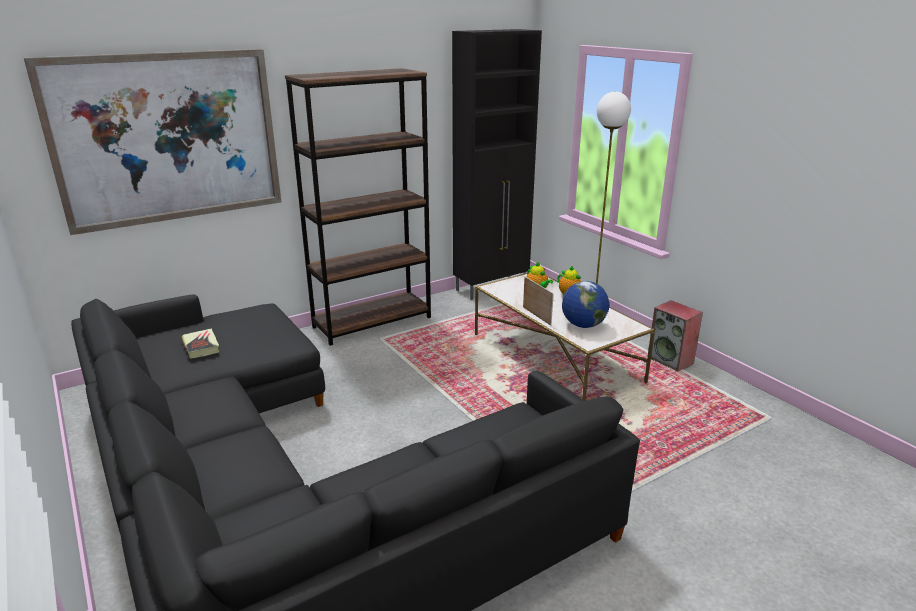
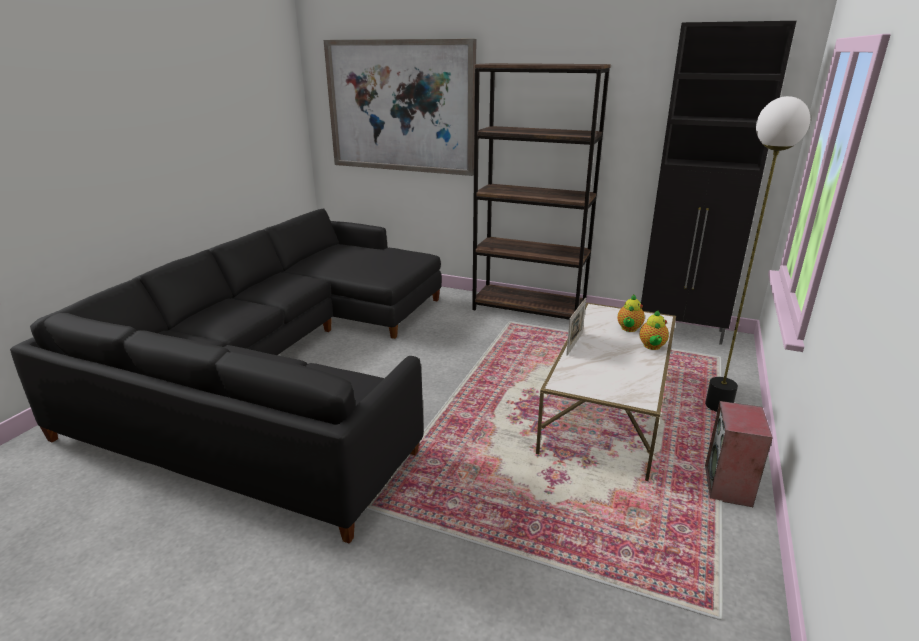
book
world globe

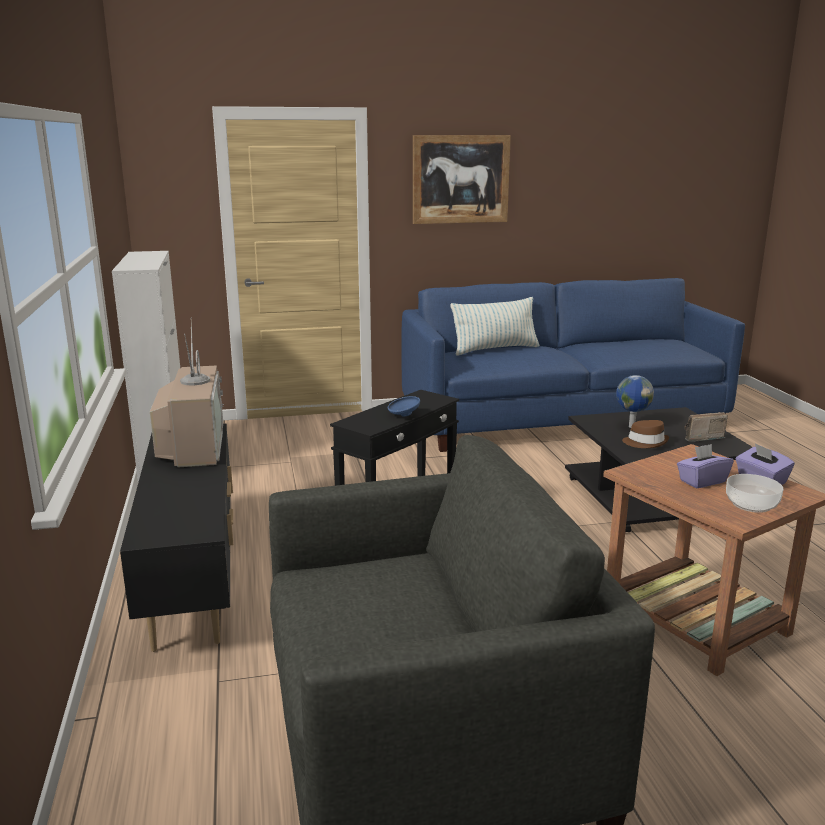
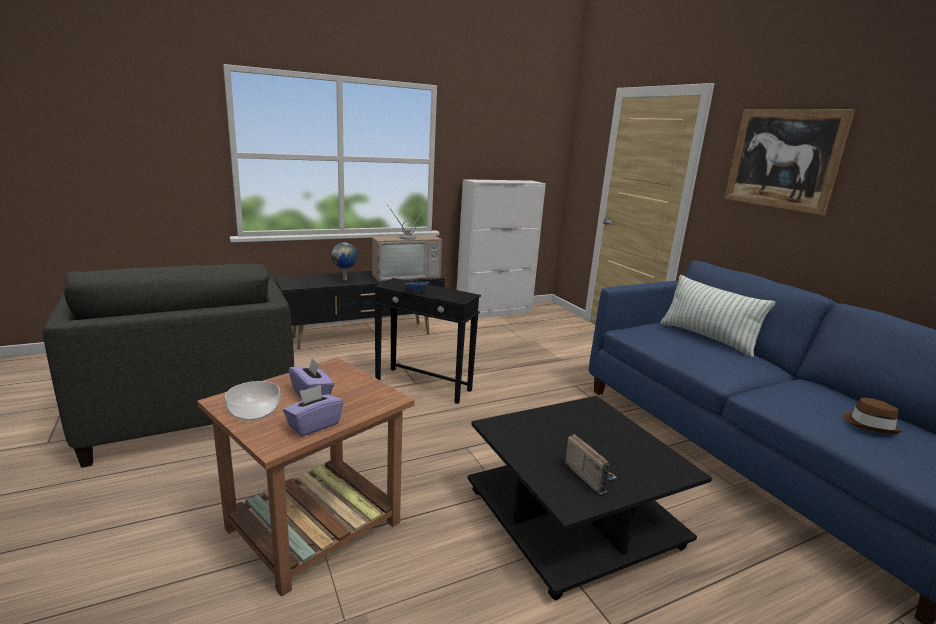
world globe
clothing hat in brownish

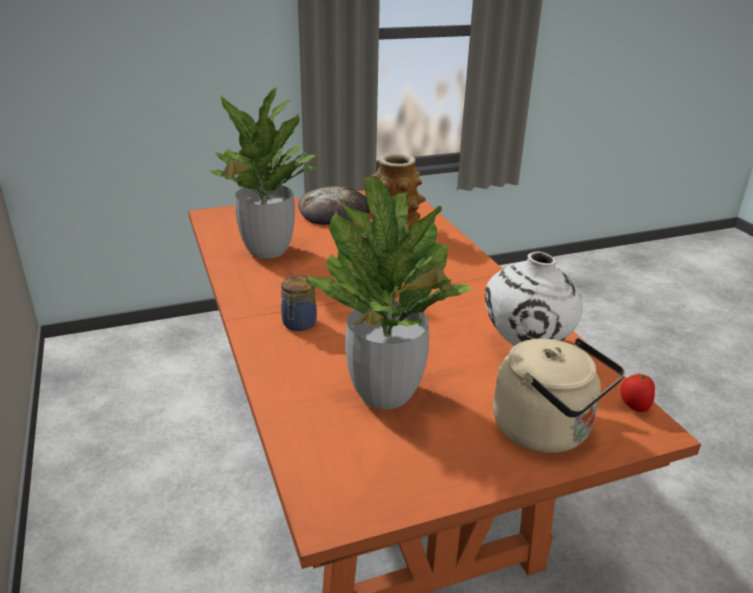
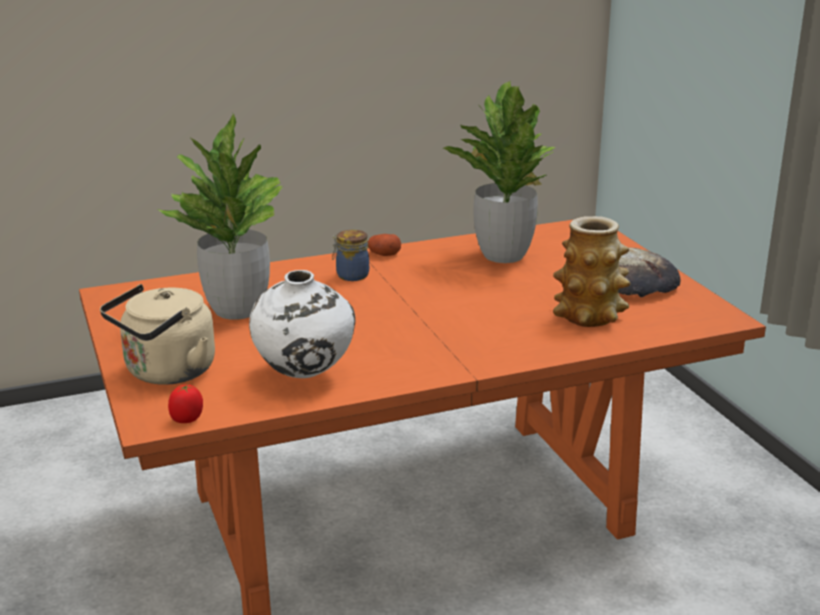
spud

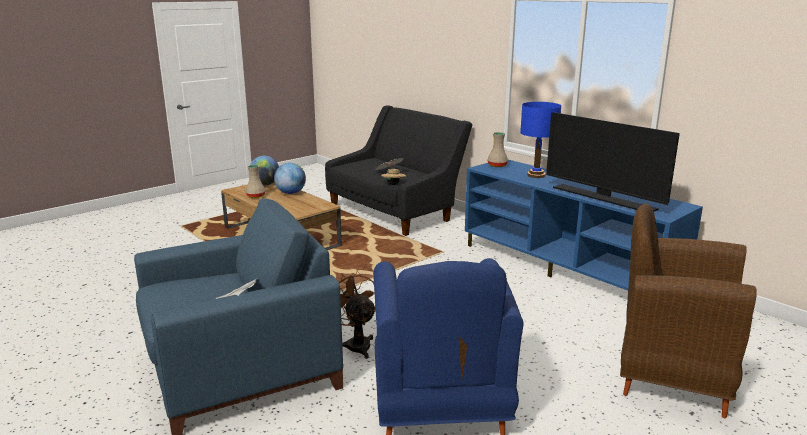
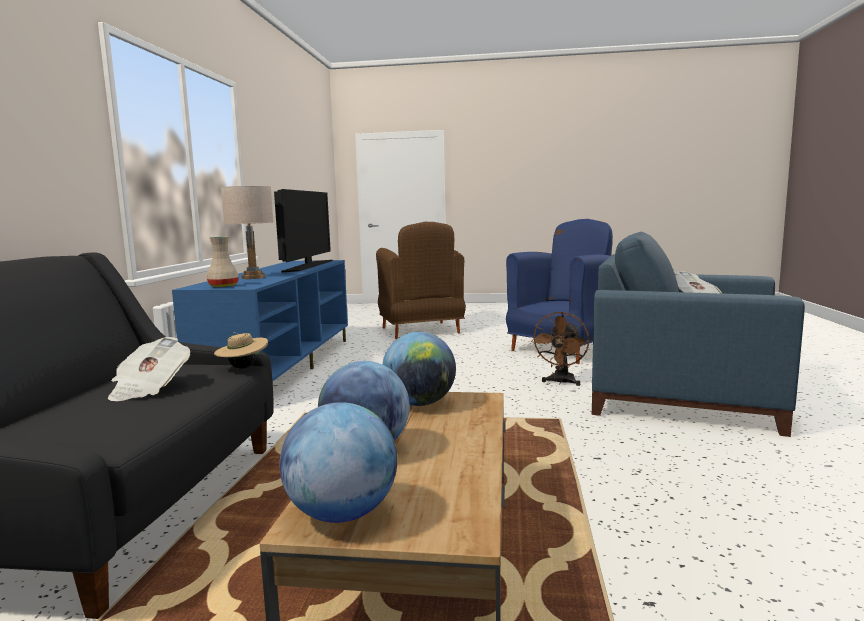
decorative vase in beige-coloured (1st from left in the first image)
world globe (3rd from left)
table lamp in beige-coloured

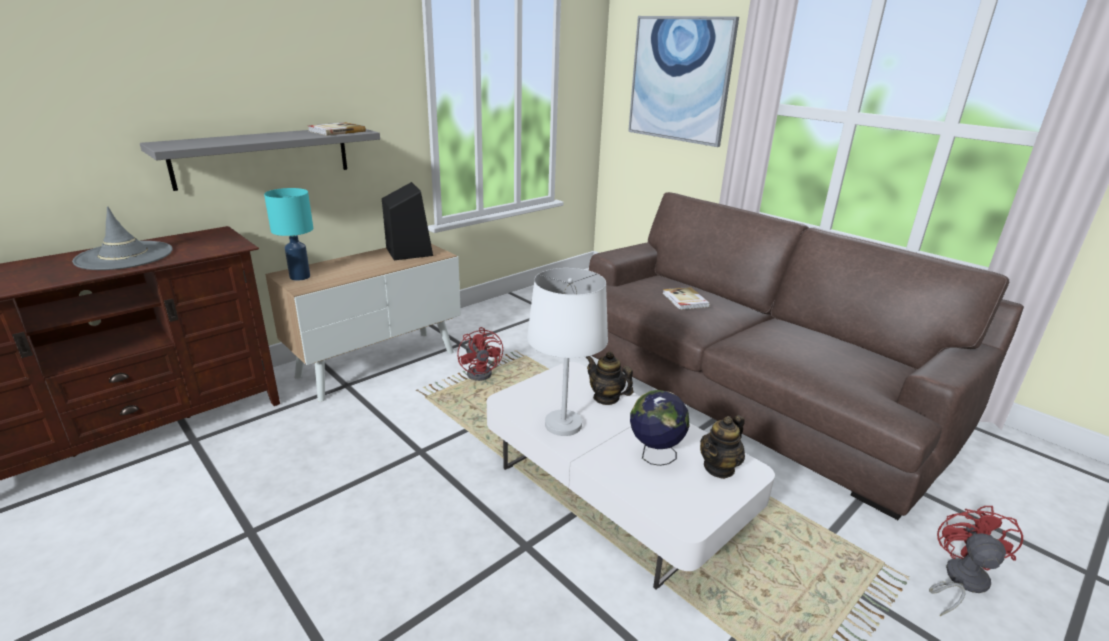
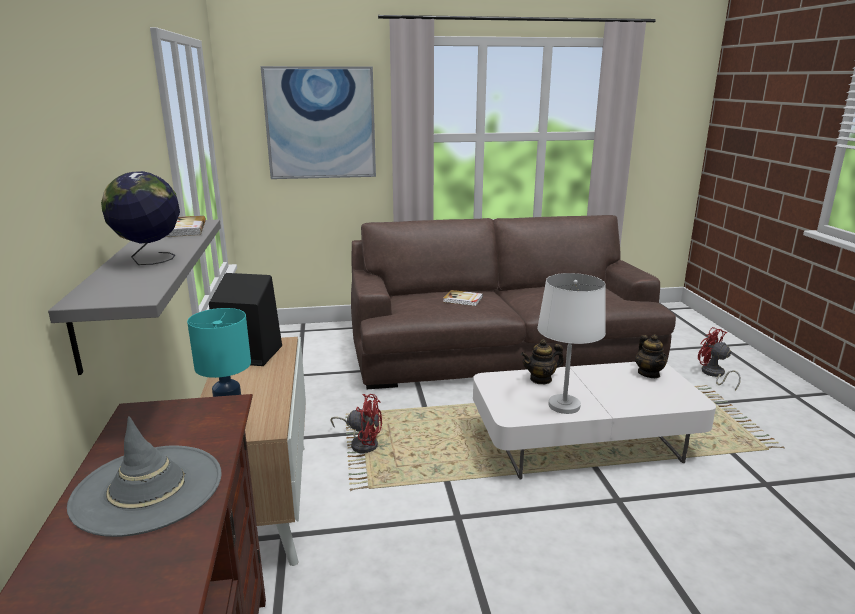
world globe

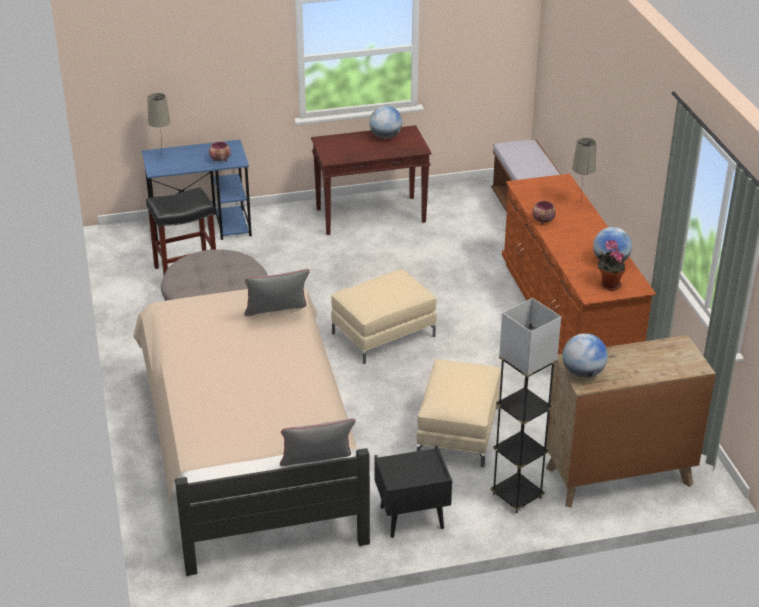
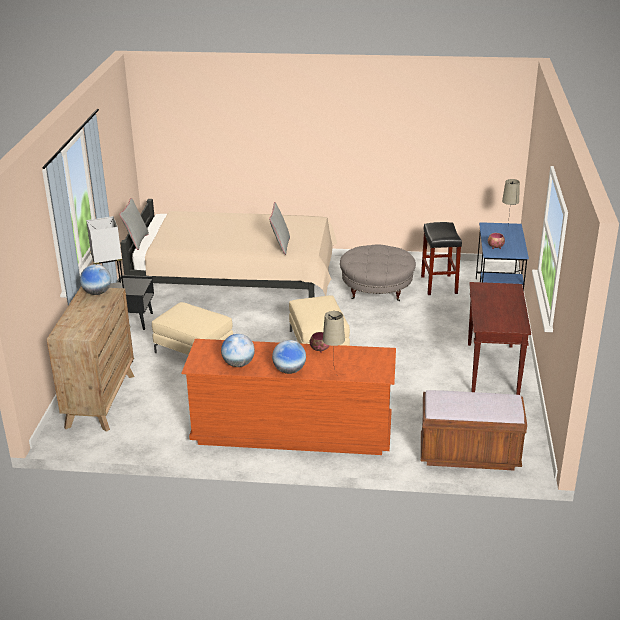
potted plant
world globe (3rd from left)

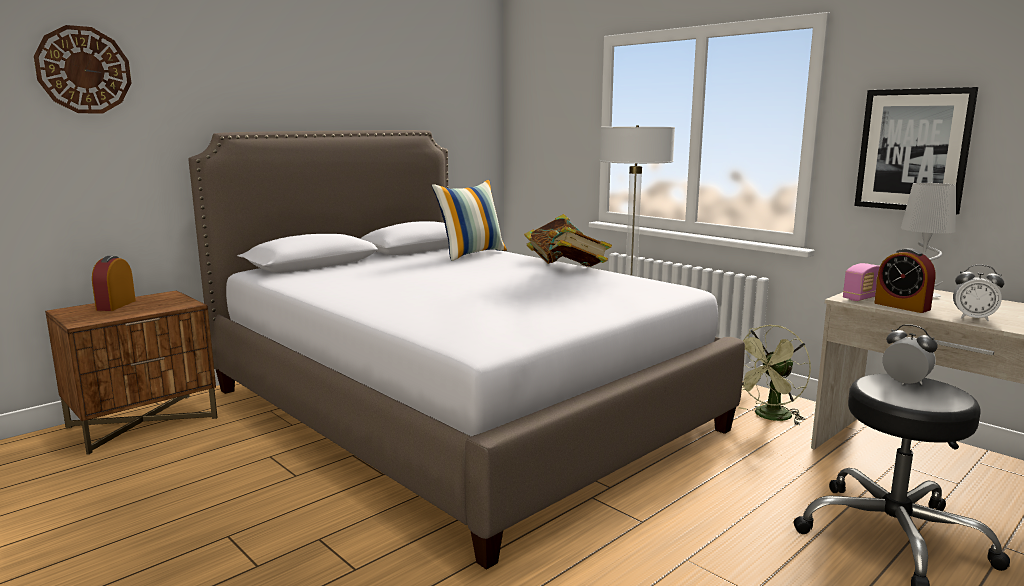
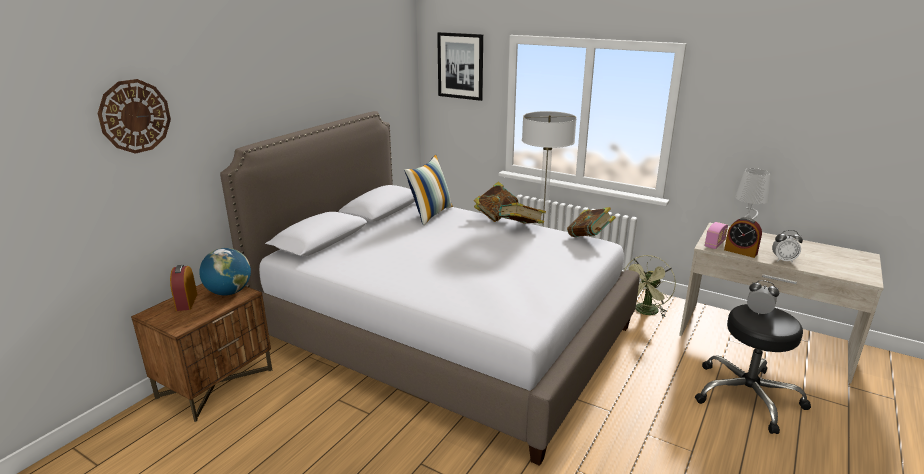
world globe
book (3rd from left)
wall picture

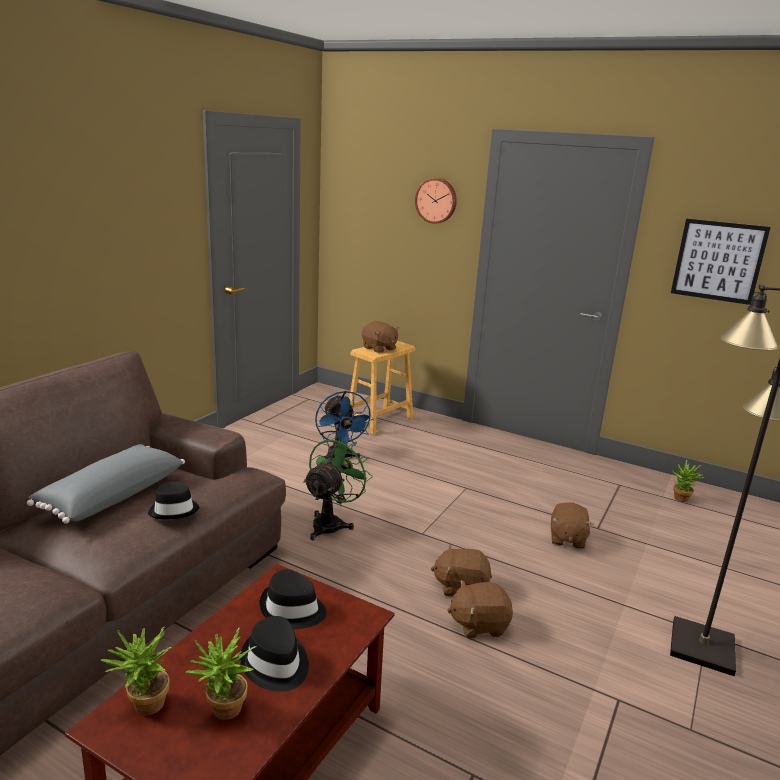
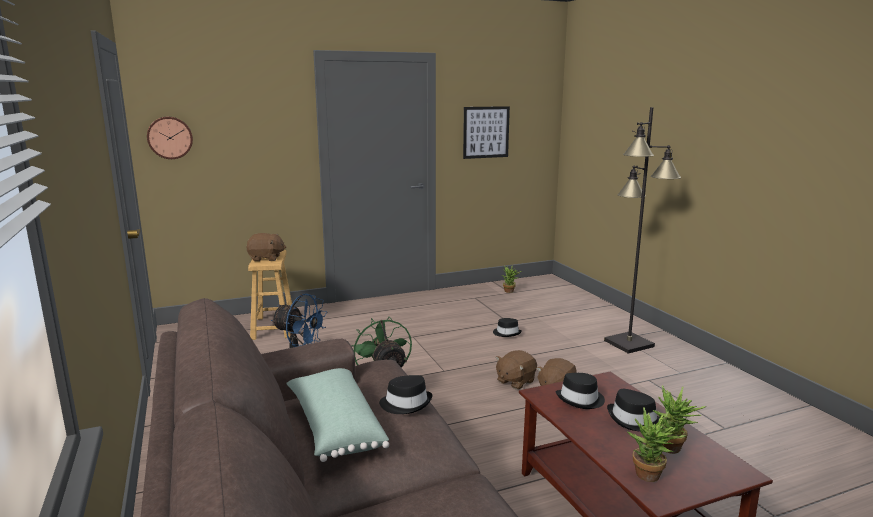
hanging clock
clothing hat in blackish (2nd from left)
cushion in greenish

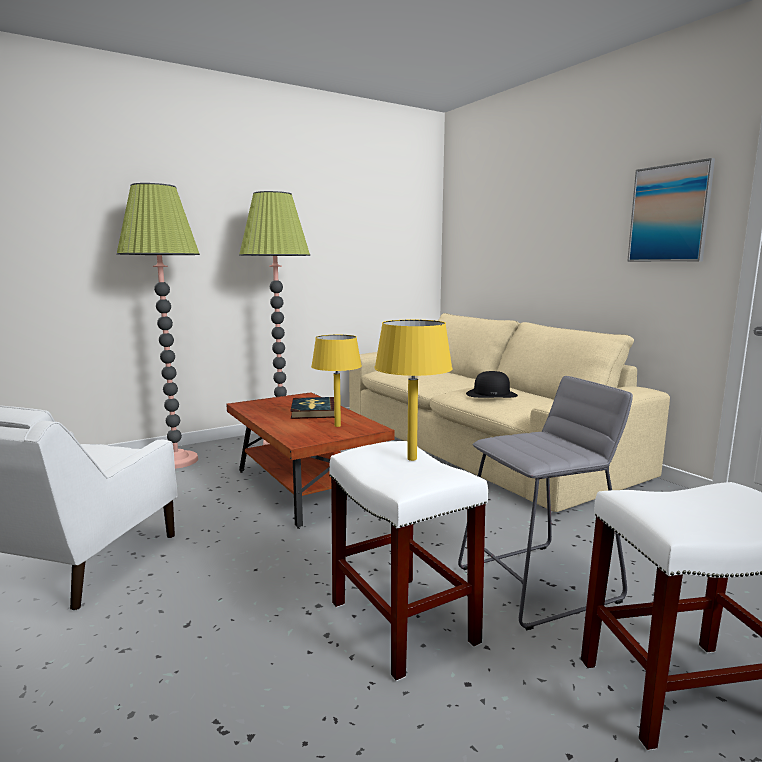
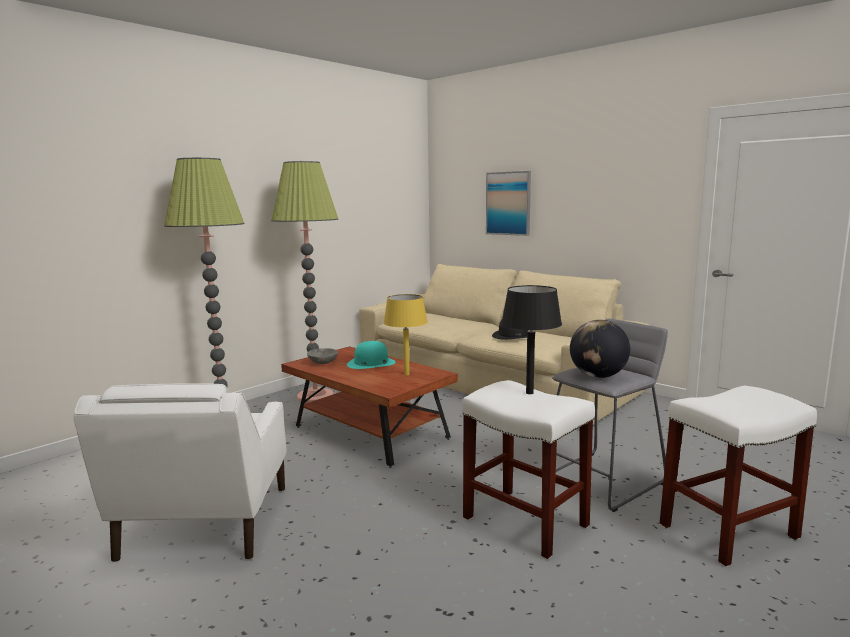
serving bowl in grey
world globe
wall picture
clothing hat in turquoise-coloured
table lamp in blackish

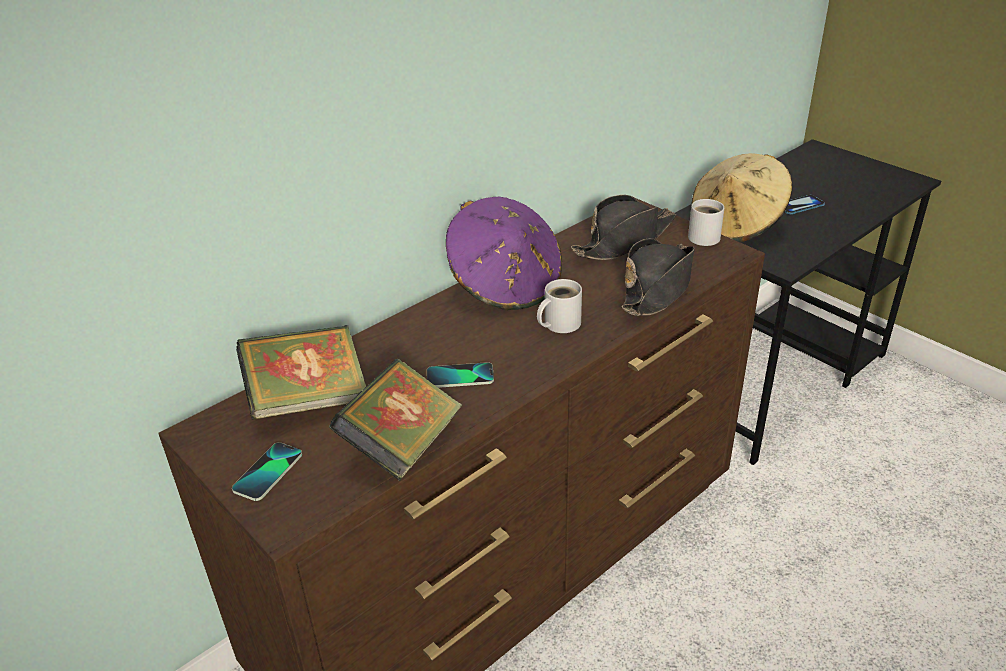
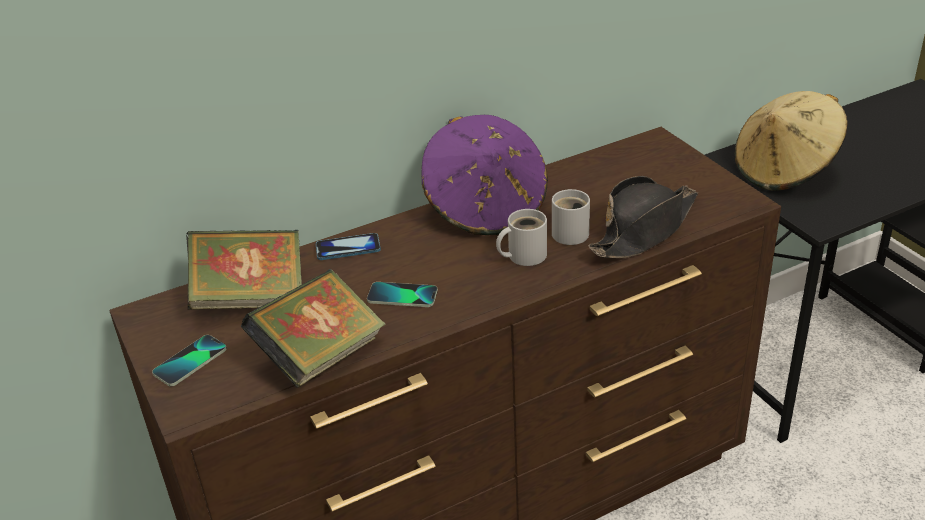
clothing hat in blackish (1st from left in the first image)
tea mug in white (2nd from left)
telephone (2nd from left)

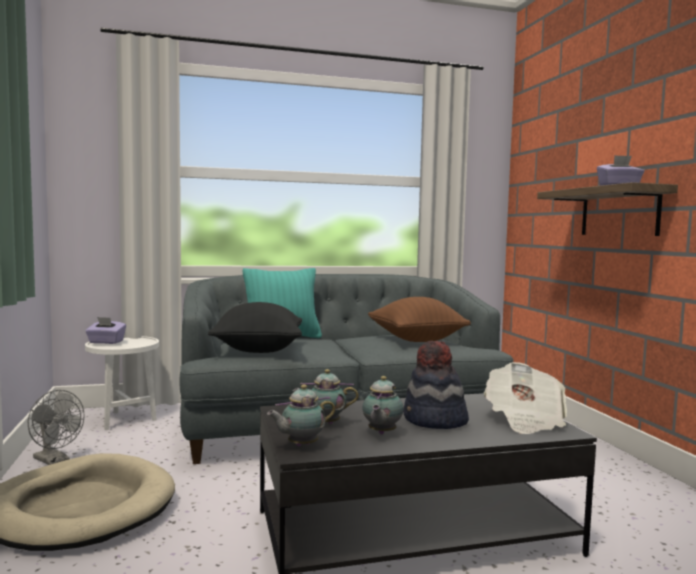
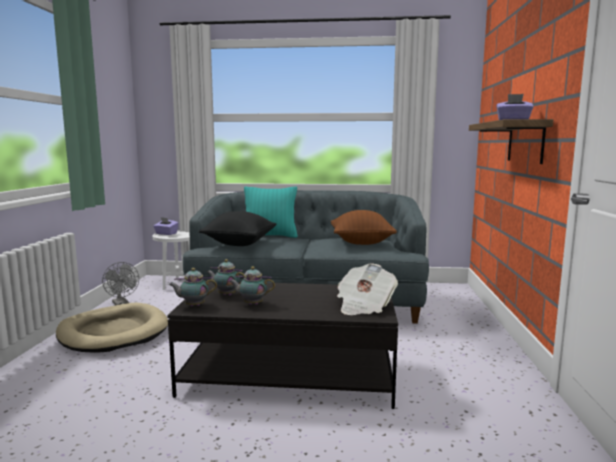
clothing hat
pot for tea (3rd from left)

